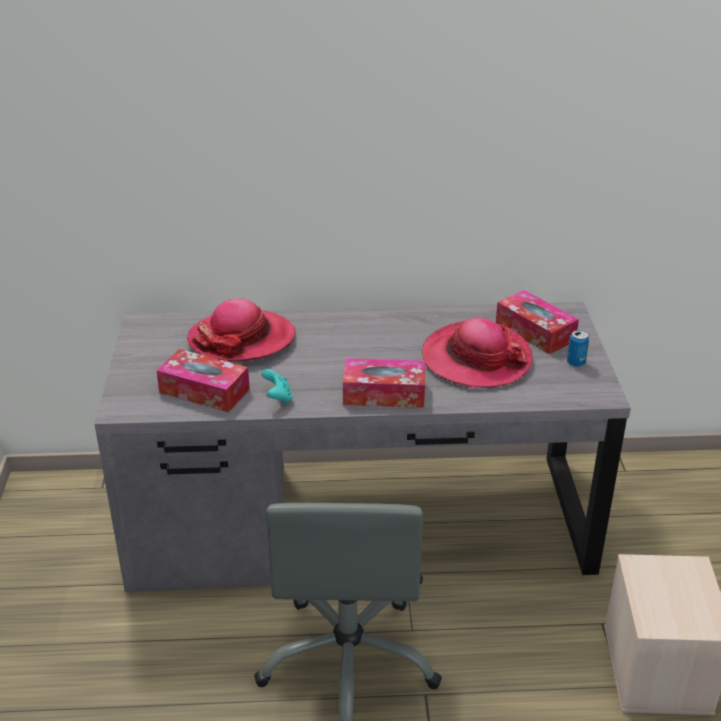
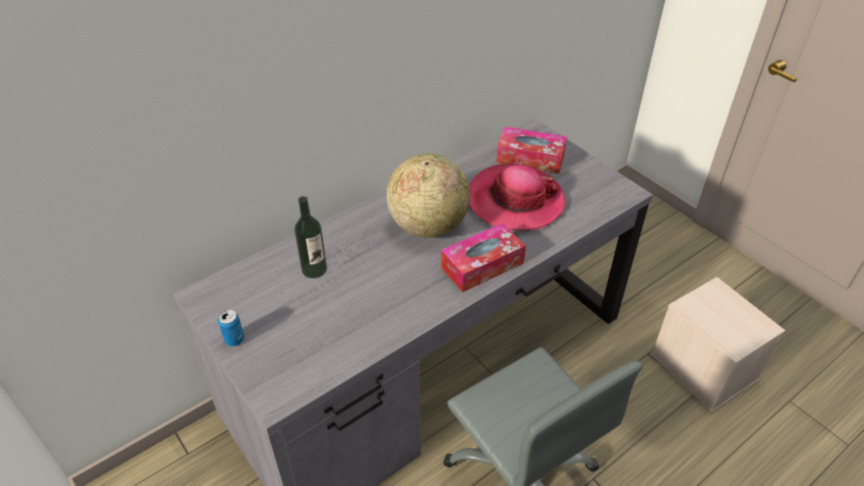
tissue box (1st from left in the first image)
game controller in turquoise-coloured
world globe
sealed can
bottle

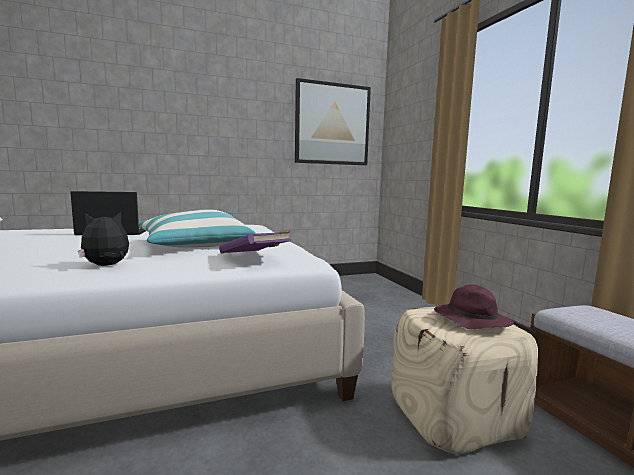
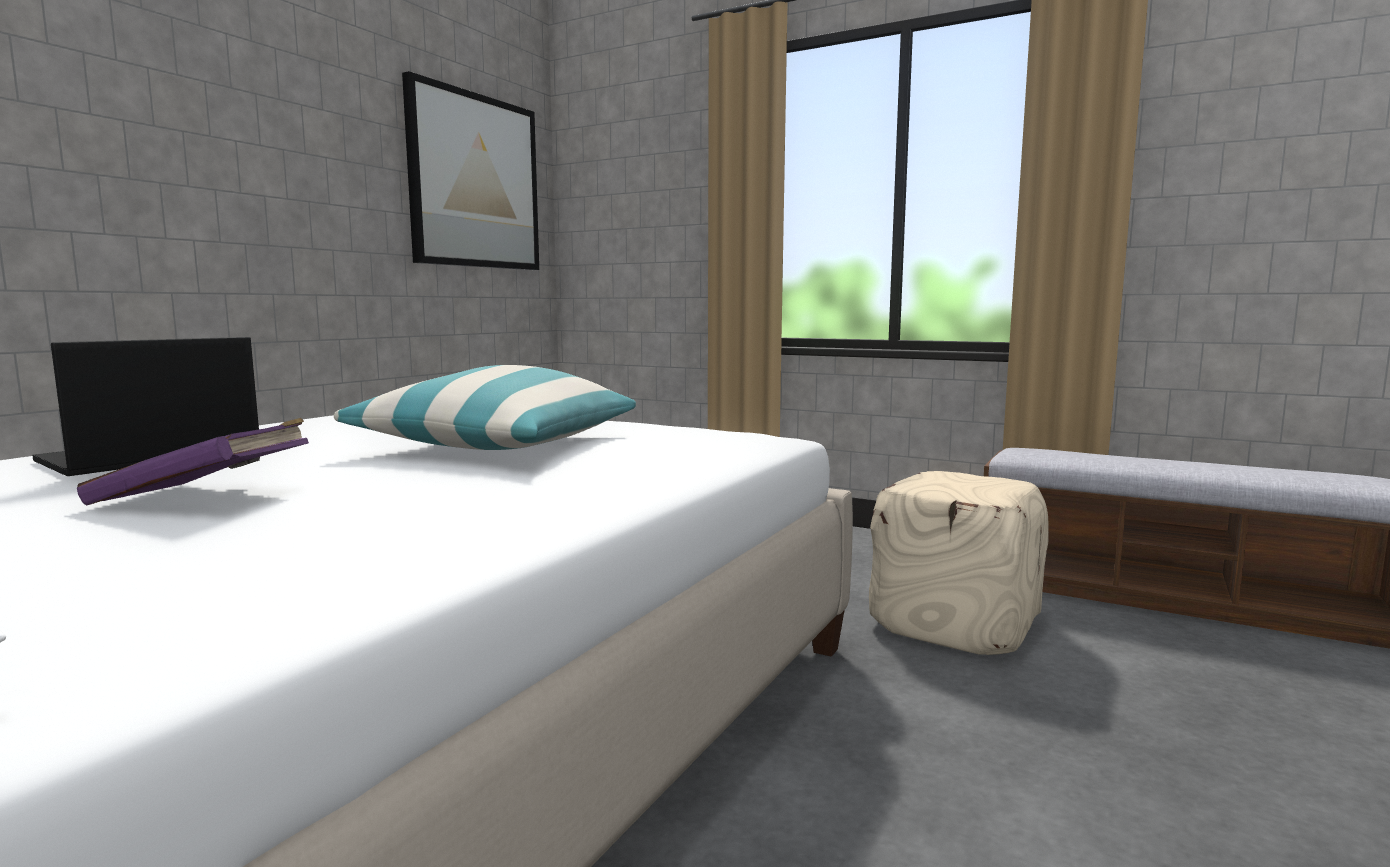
soft toy
clothing hat in purple-coloured
book in purple-coloured

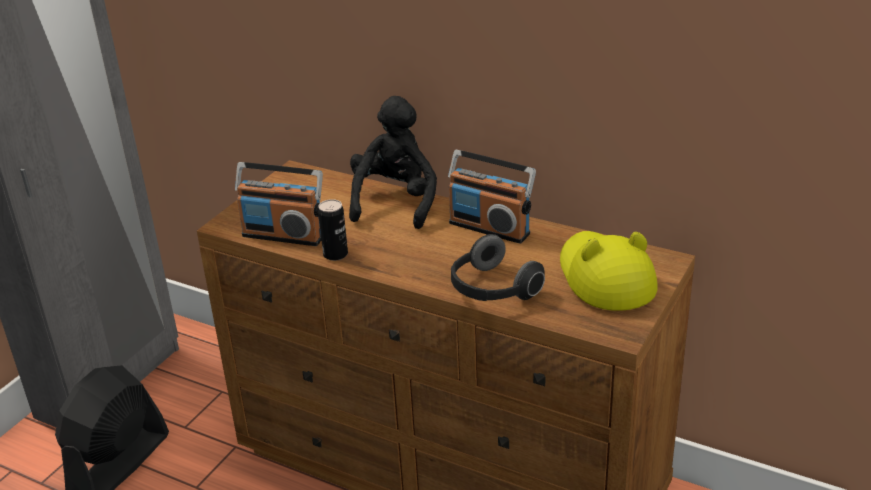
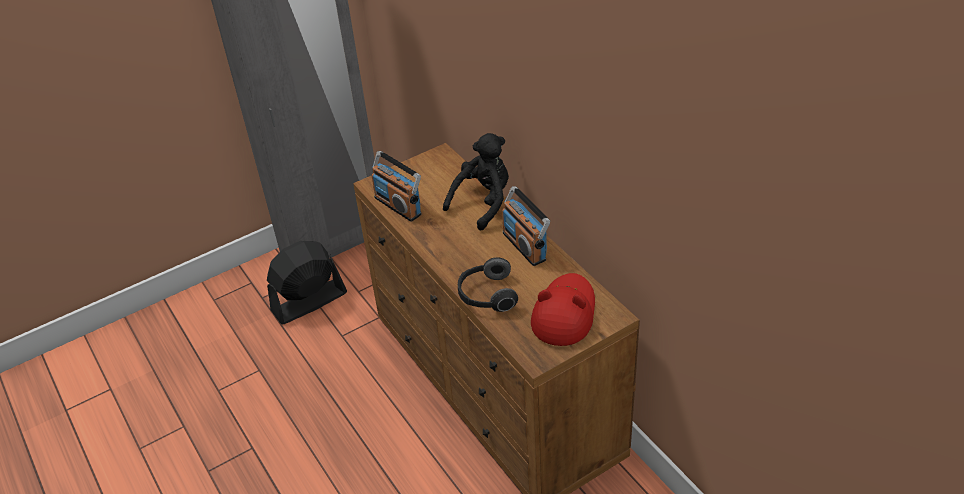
sealed can
clothing hat in red

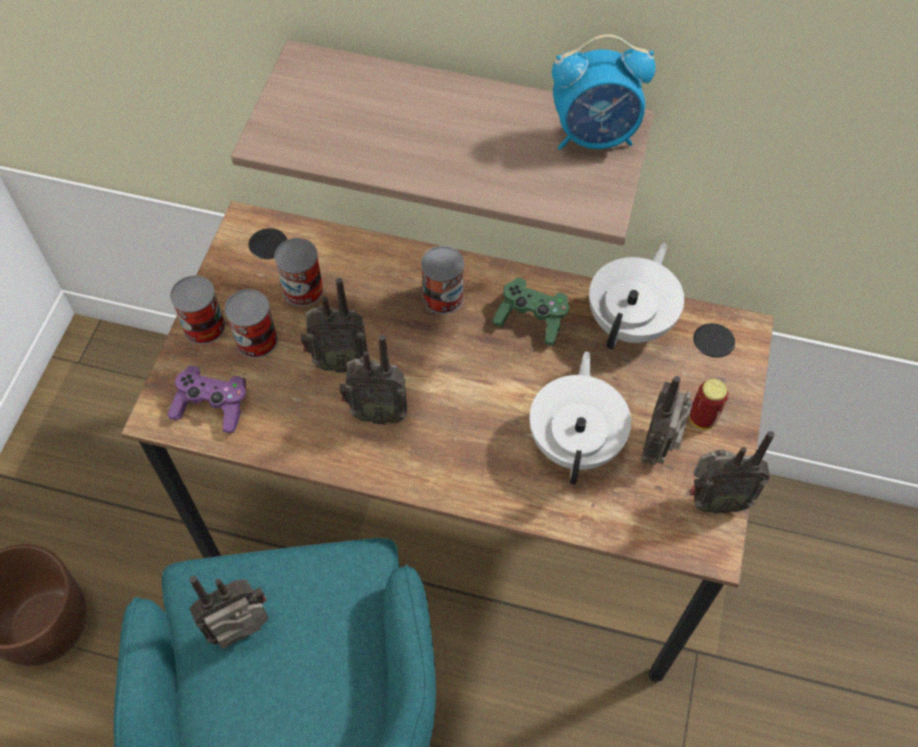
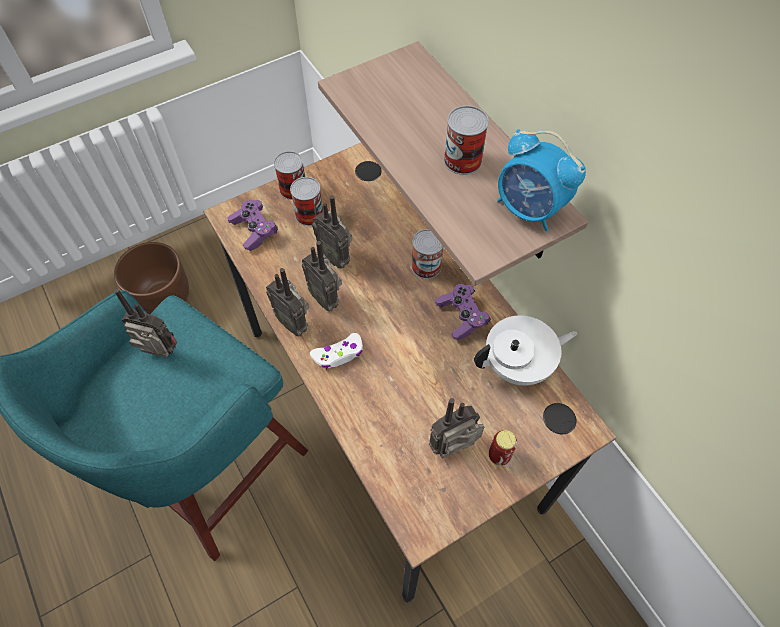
pot for tea in white (1st from left in the first image)
game controller in white
sealed can (4th from left)
radio receiver (2nd from left)
game controller in purple-coloured (2nd from left)

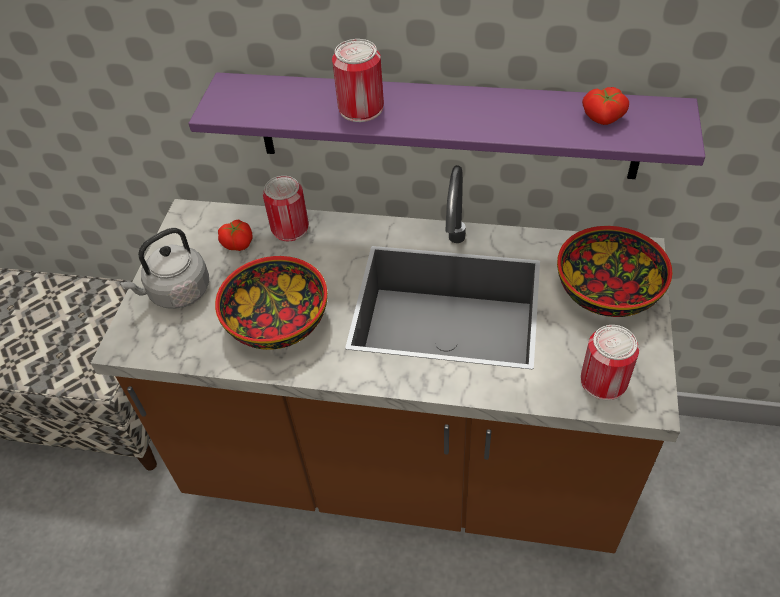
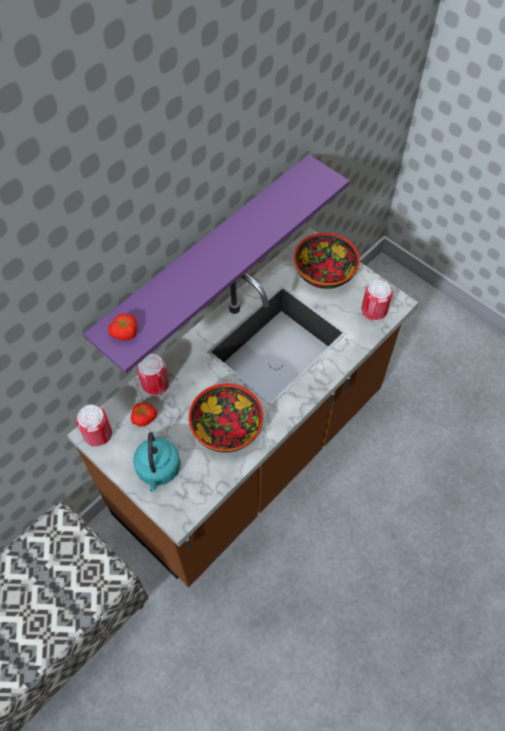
sealed can (1st from left)
tomato (1st from left)
kettle in turquoise-coloured

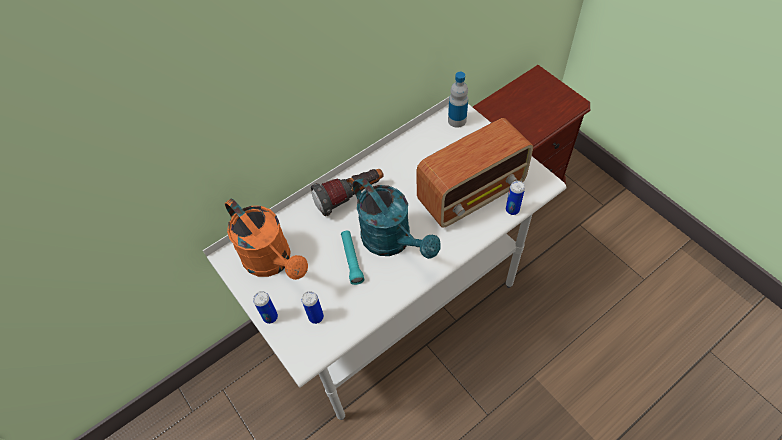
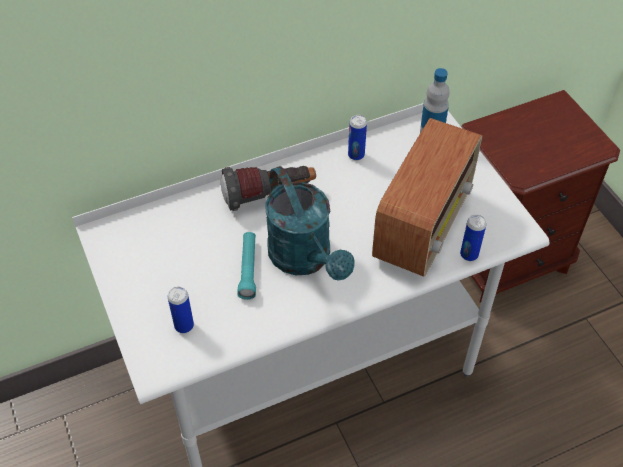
watering can in orangey
sealed can (2nd from left)
radio receiver

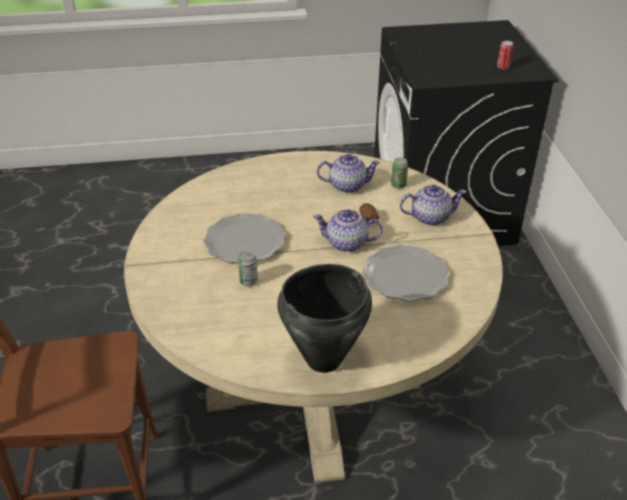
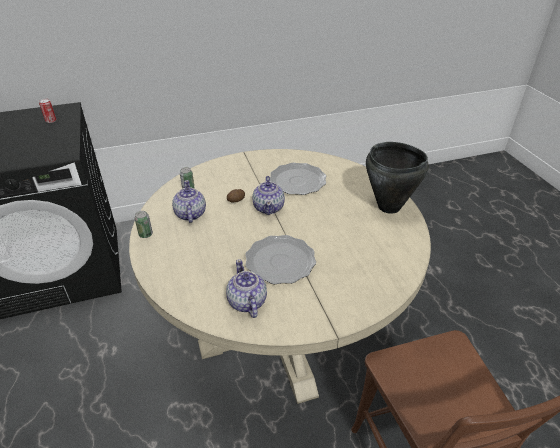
sealed can (2nd from left)
pot for tea (2nd from left)

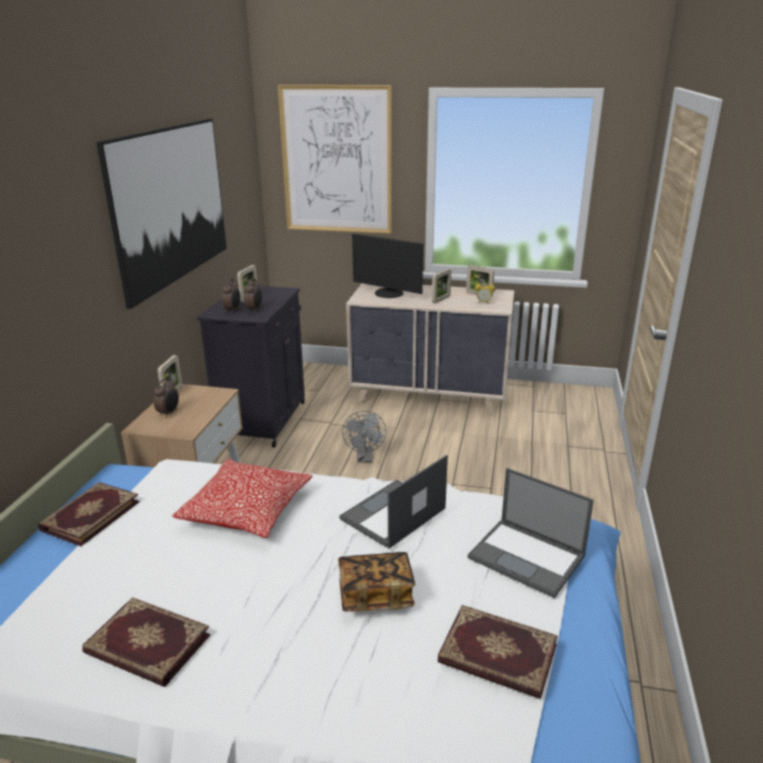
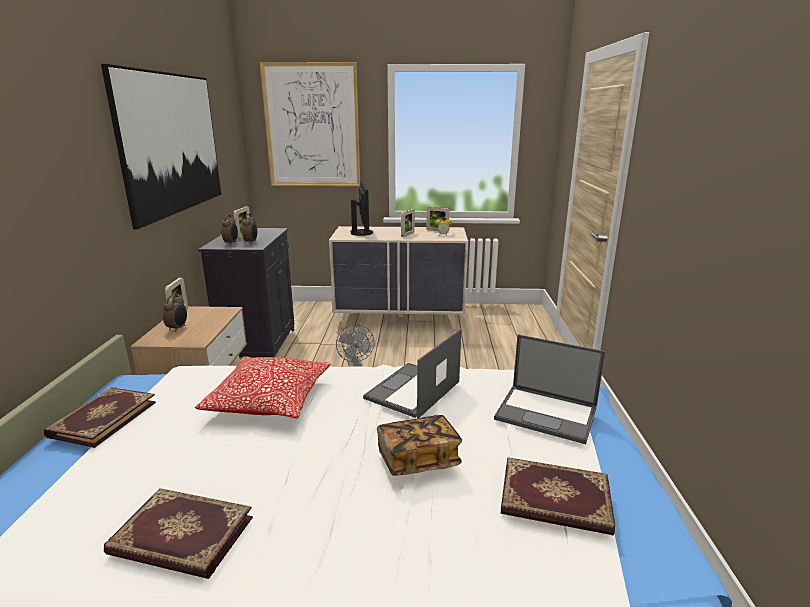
computer display

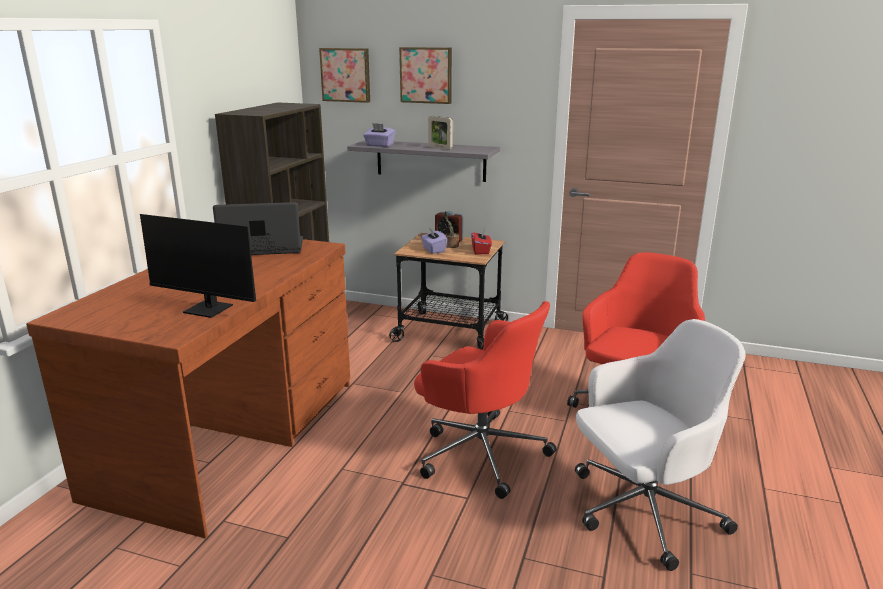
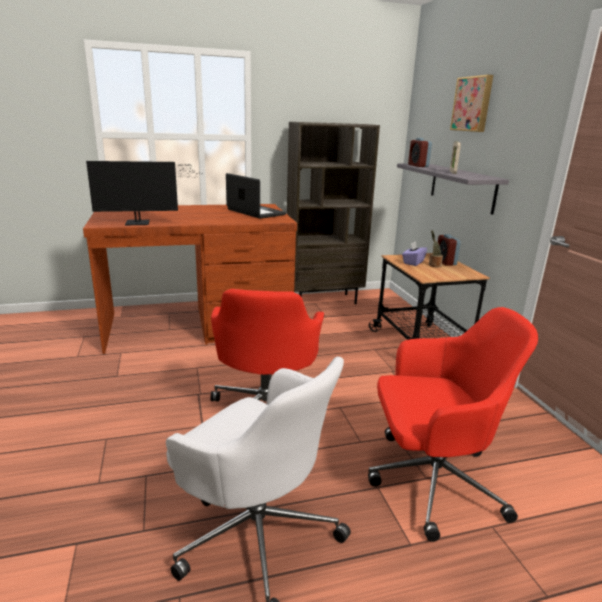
wall picture (1st from left in the first image)
tissue box in red
alarm clock (1st from left)
computer display

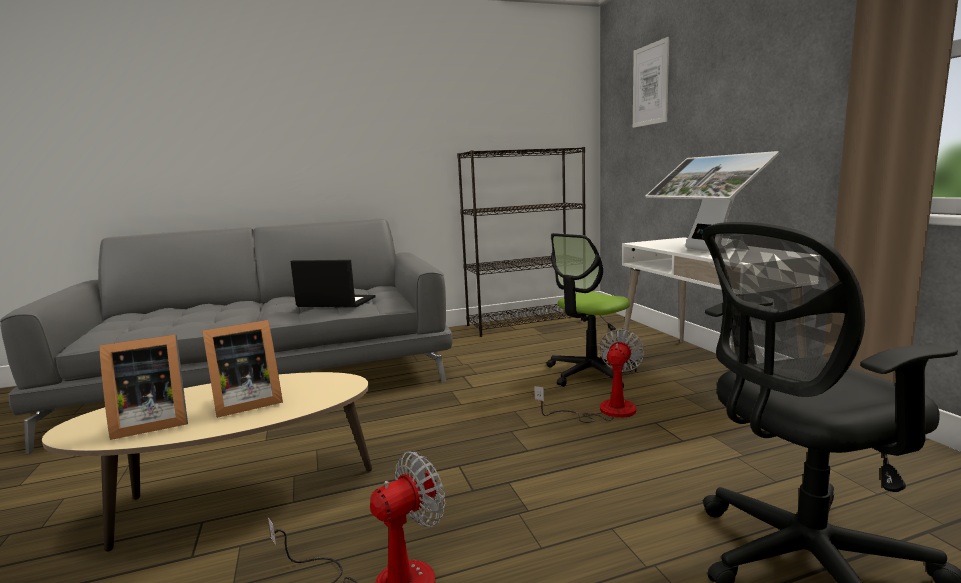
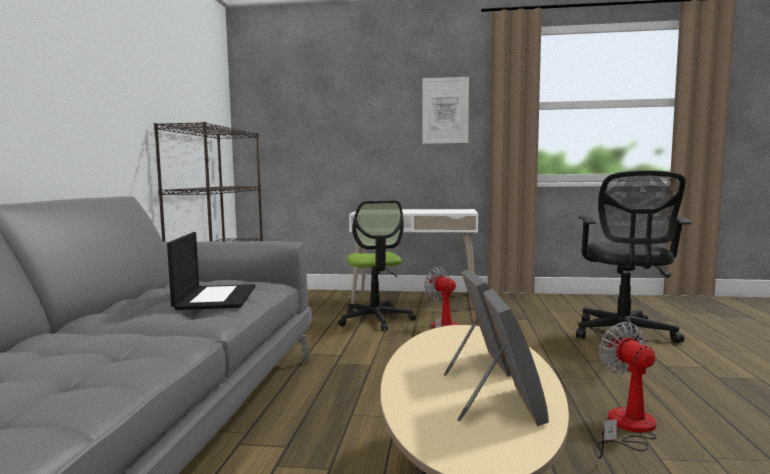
computer display
wall picture
portable computer

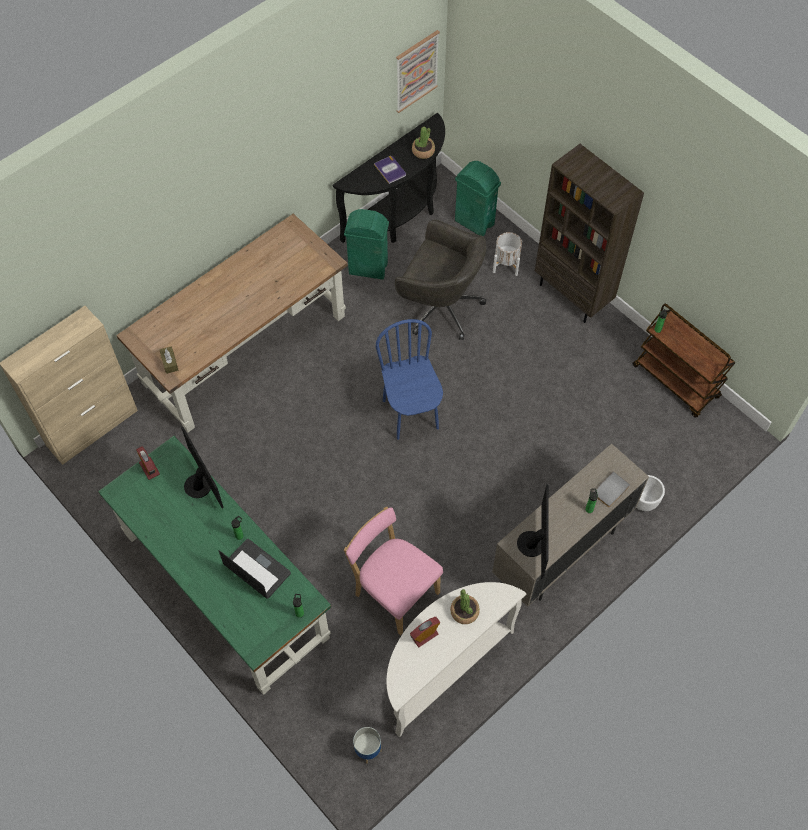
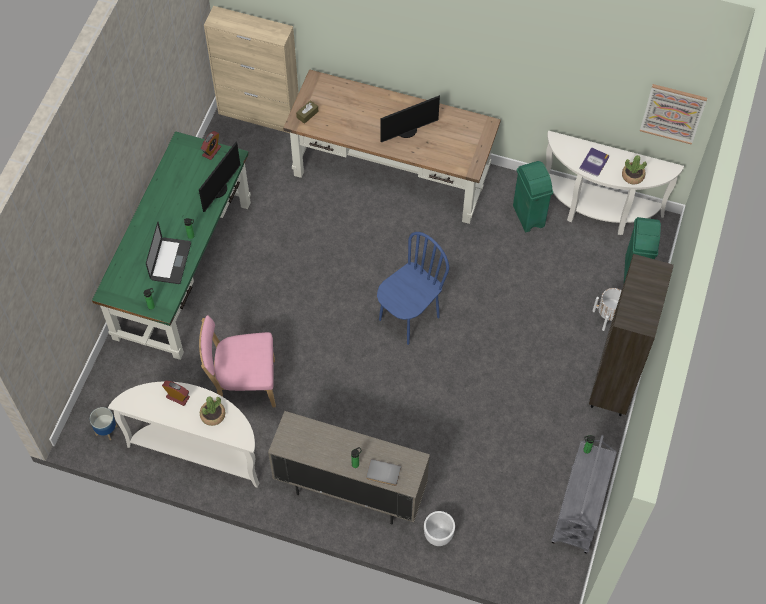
office chair in grey
computer display (2nd from left)
console table in white (2nd from left)
cart in grey
chair in pinkish

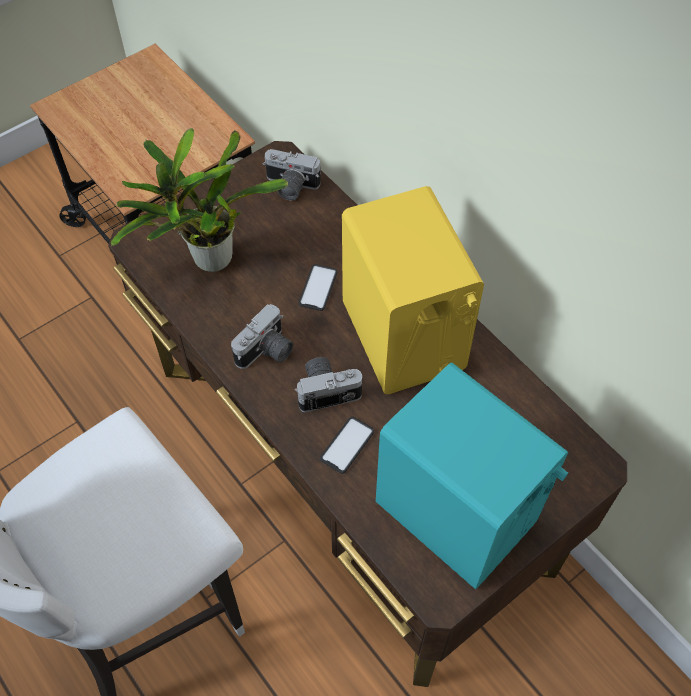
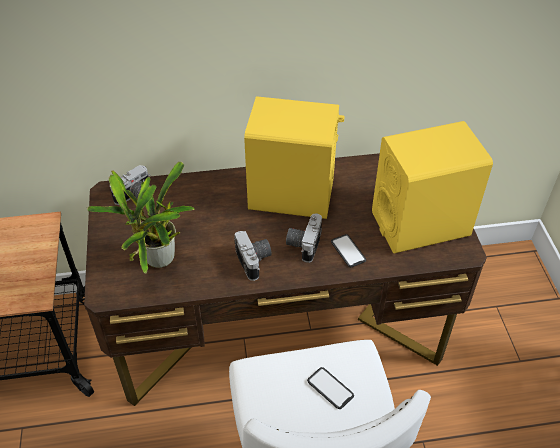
telephone (1st from left)
loudspeaker in yellowish (2nd from left)

